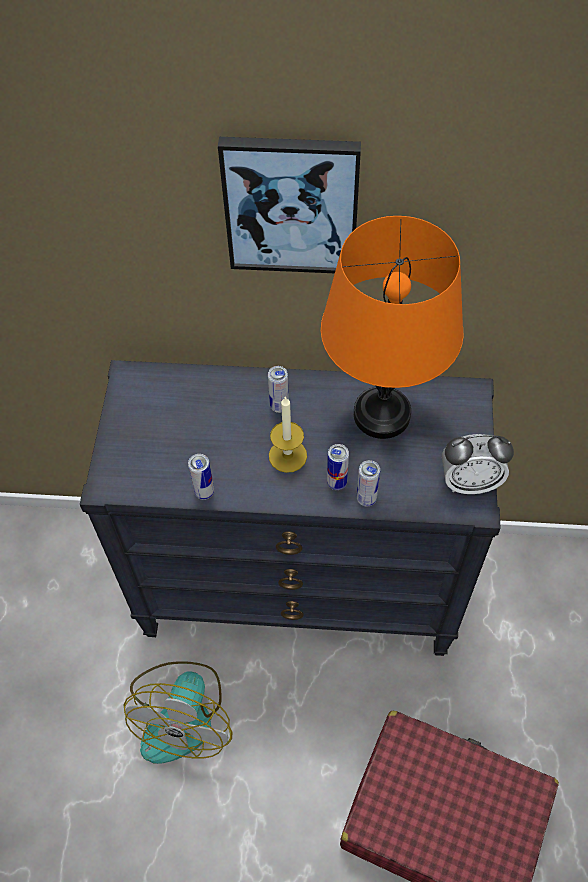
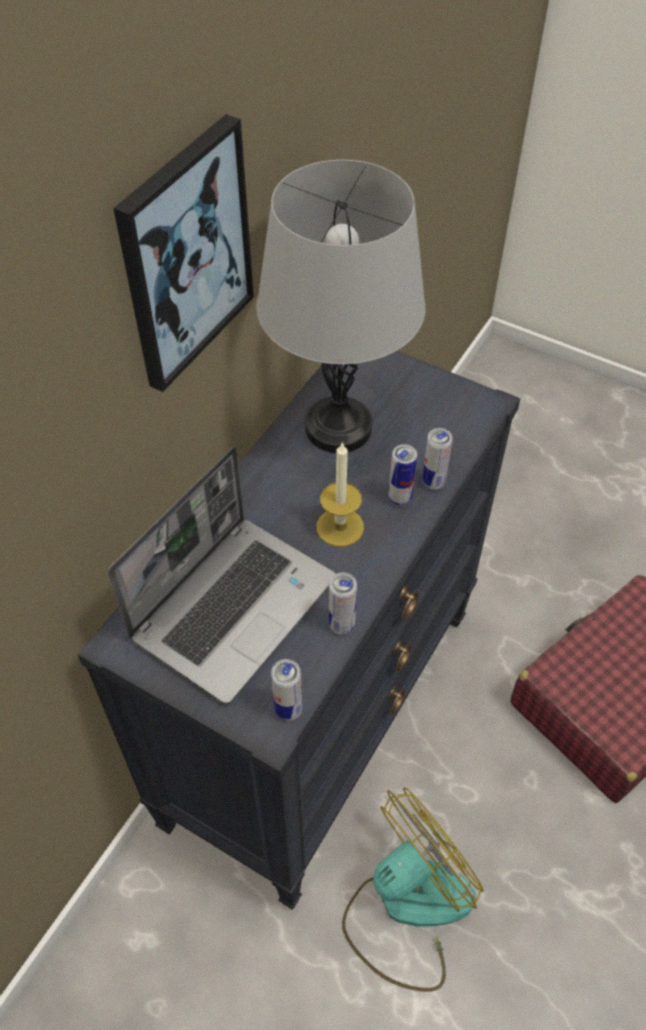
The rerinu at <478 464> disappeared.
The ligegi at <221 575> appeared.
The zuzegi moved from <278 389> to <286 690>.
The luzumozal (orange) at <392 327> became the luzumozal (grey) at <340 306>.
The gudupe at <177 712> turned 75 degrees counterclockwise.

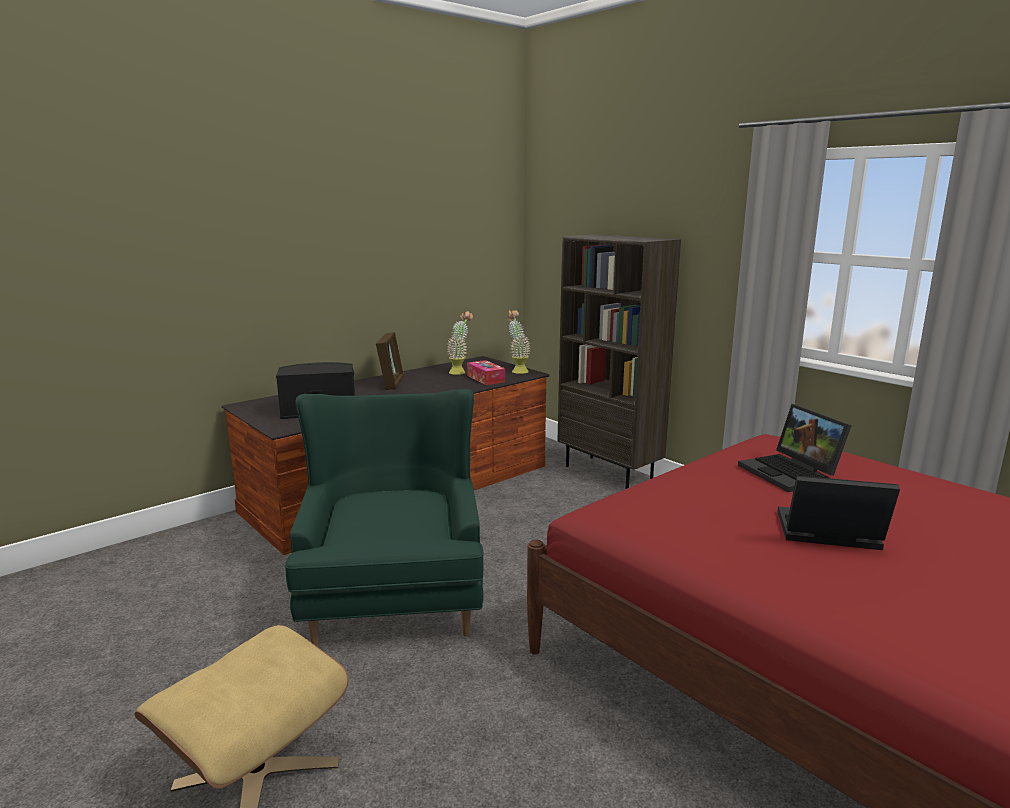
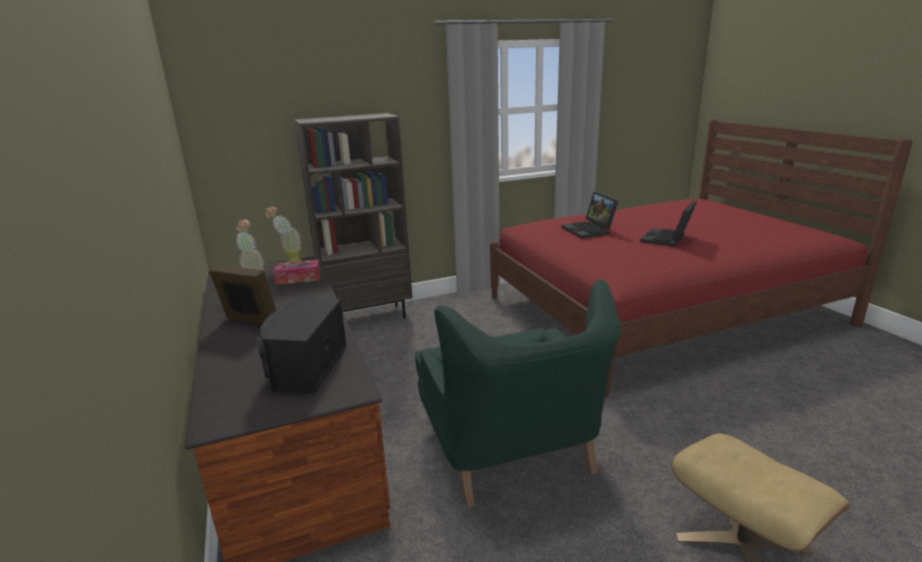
The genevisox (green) at <384 517> turned 120 degrees counterclockwise.
The ligegi at <795 448> turned 75 degrees clockwise.

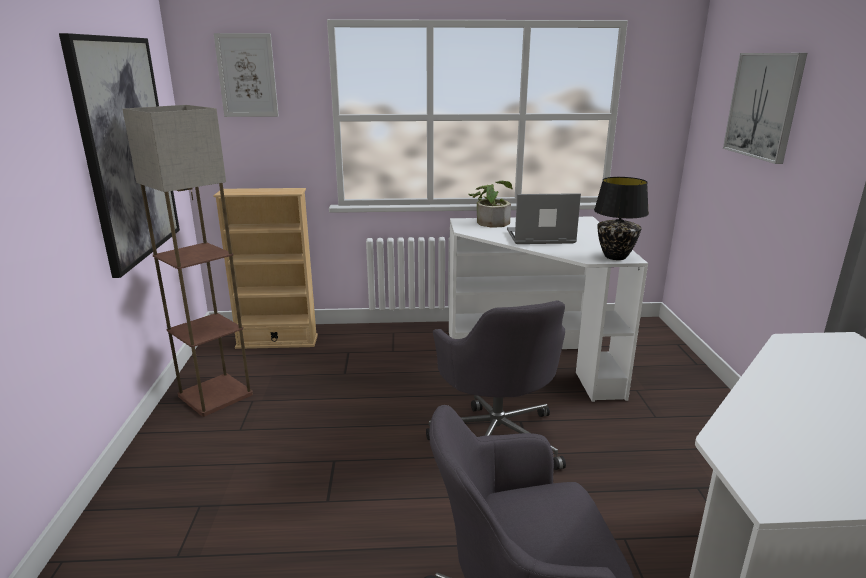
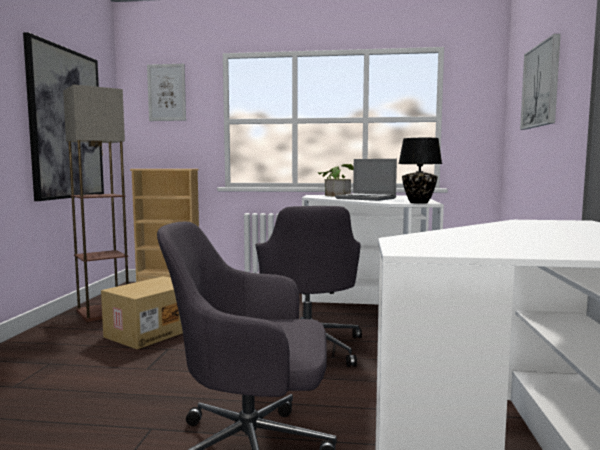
The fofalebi at <142 312> appeared.
The ligegi at <544 218> turned 150 degrees counterclockwise.

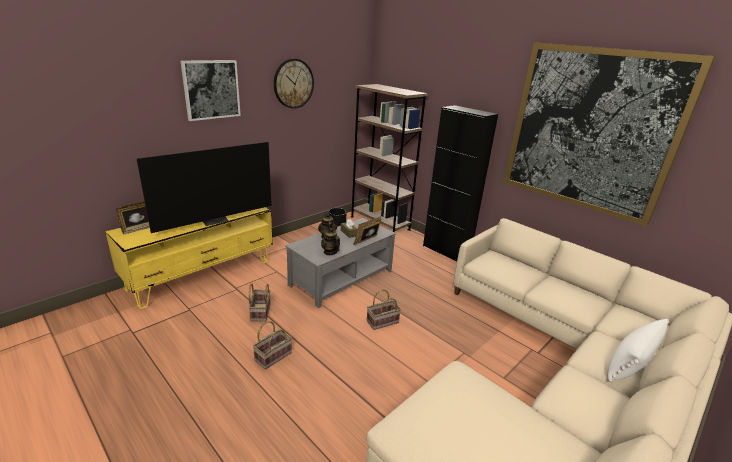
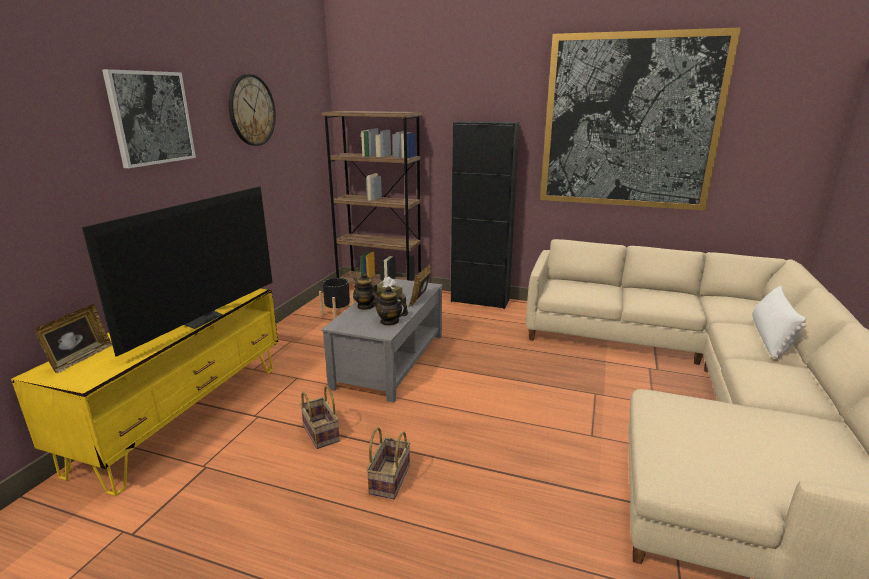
The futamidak at <384 310> disappeared.

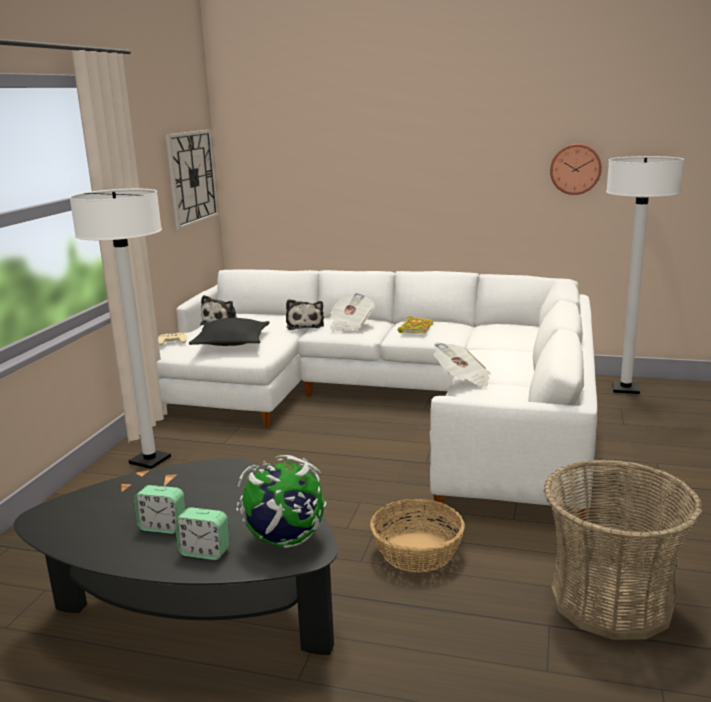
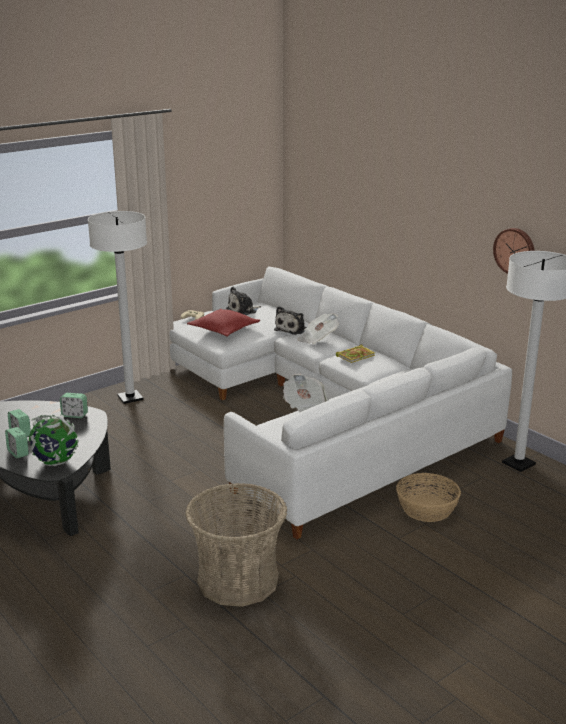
The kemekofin at <192 180> disappeared.
The rerinu at <74 405> appeared.
The futamidak moved from <417 535> to <428 497>.
The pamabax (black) at <229 332> became the pamabax (red) at <223 322>.

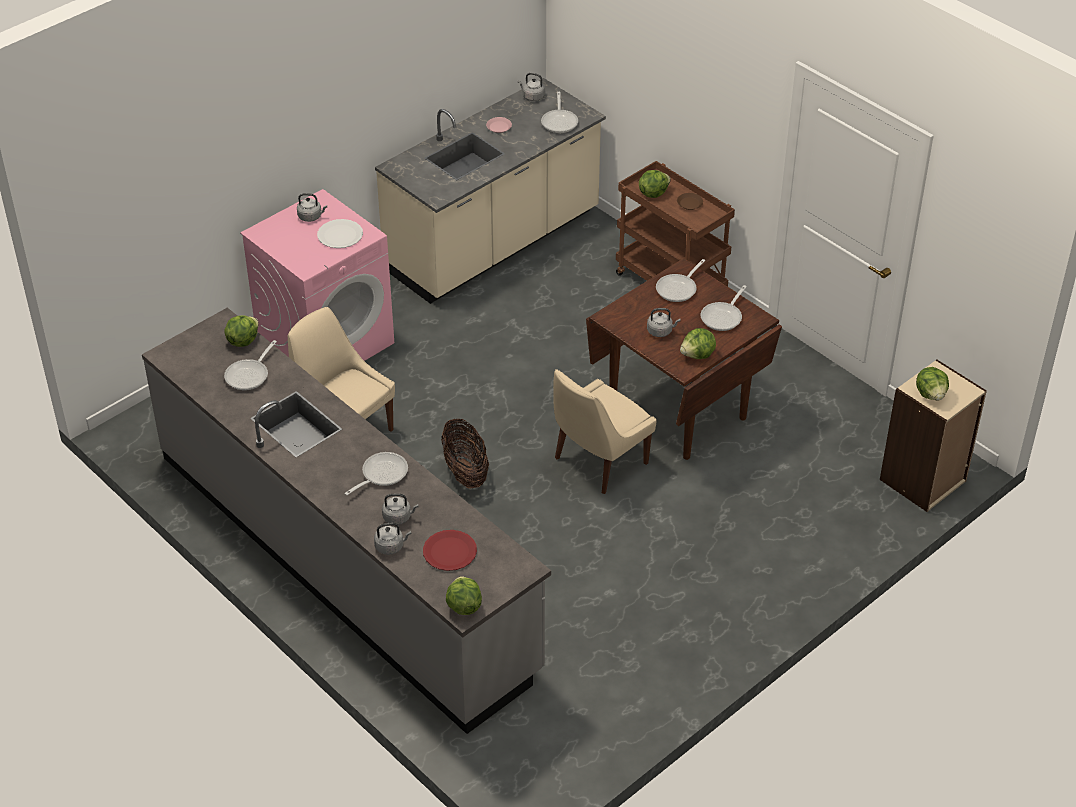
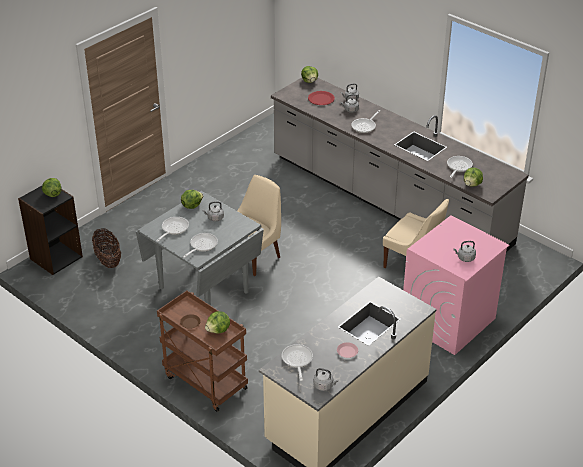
The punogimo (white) at <340 233> disappeared.
The futamidak moved from <465 453> to <106 248>.
The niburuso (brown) at <684 359> became the niburuso (grey) at <200 248>.
The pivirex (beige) at <933 435> became the pivirex (black) at <50 230>.

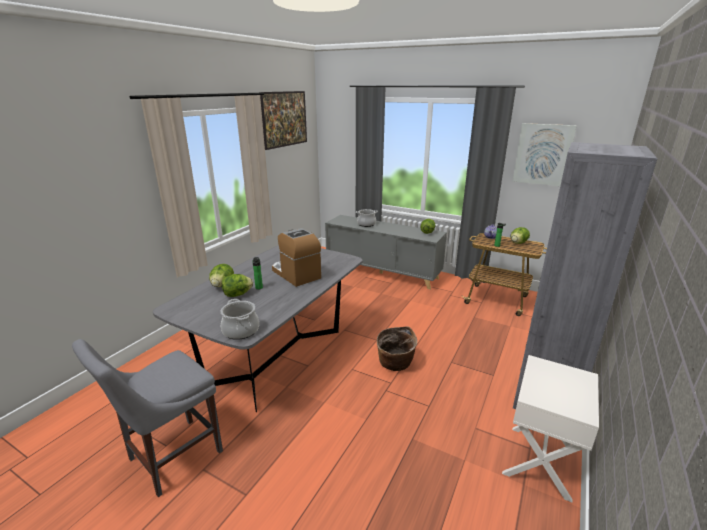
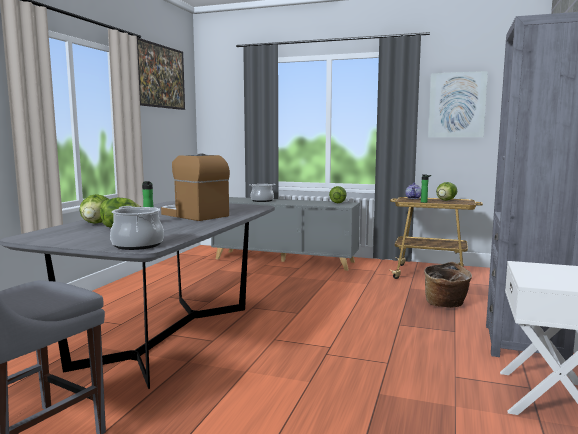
The futamidak moved from <397 348> to <448 285>.

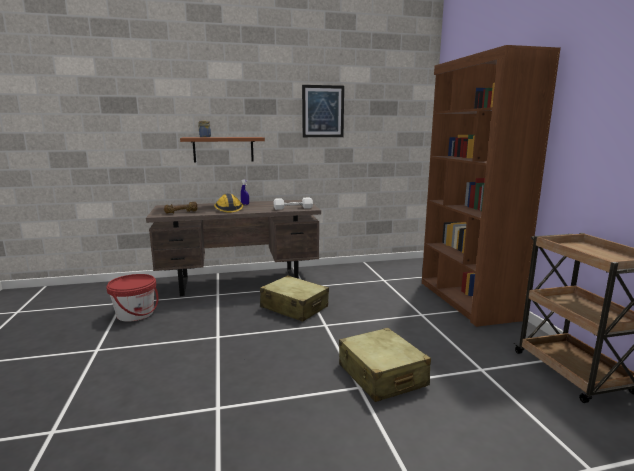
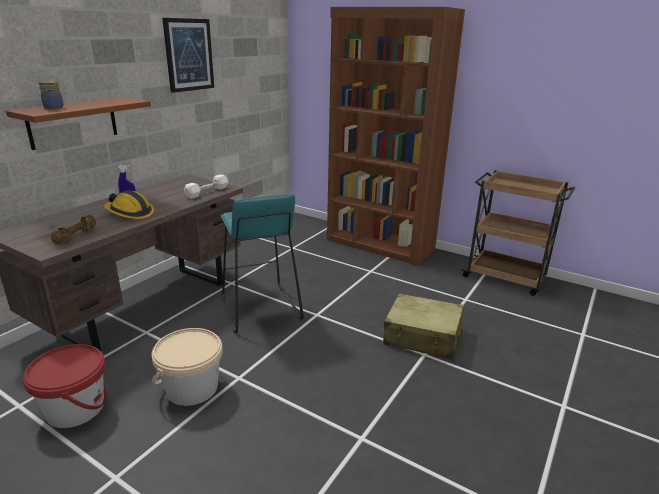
The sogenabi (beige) at <187 367> appeared.
The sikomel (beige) at <294 298> was replaced by the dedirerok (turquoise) at <262 263>.

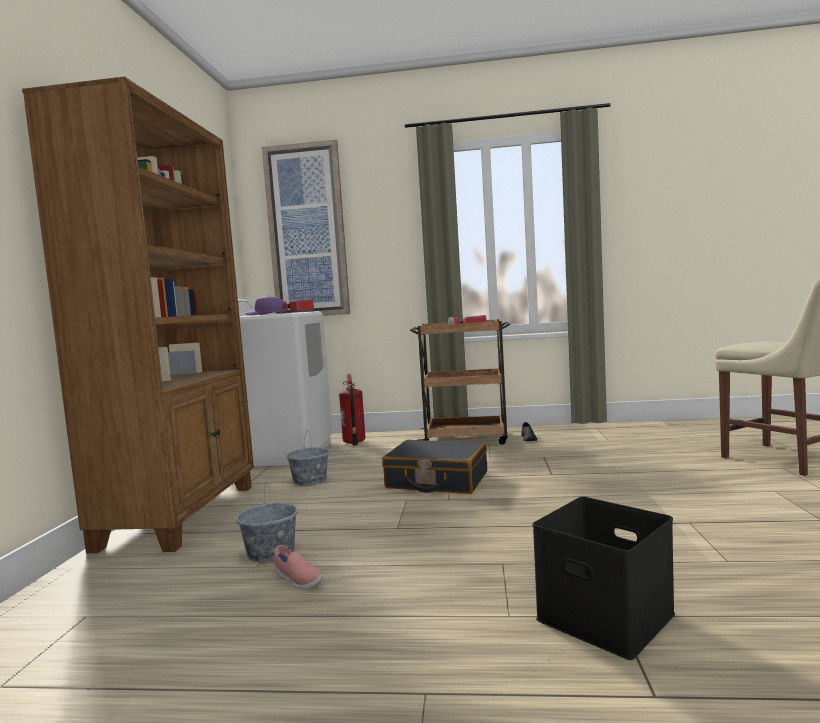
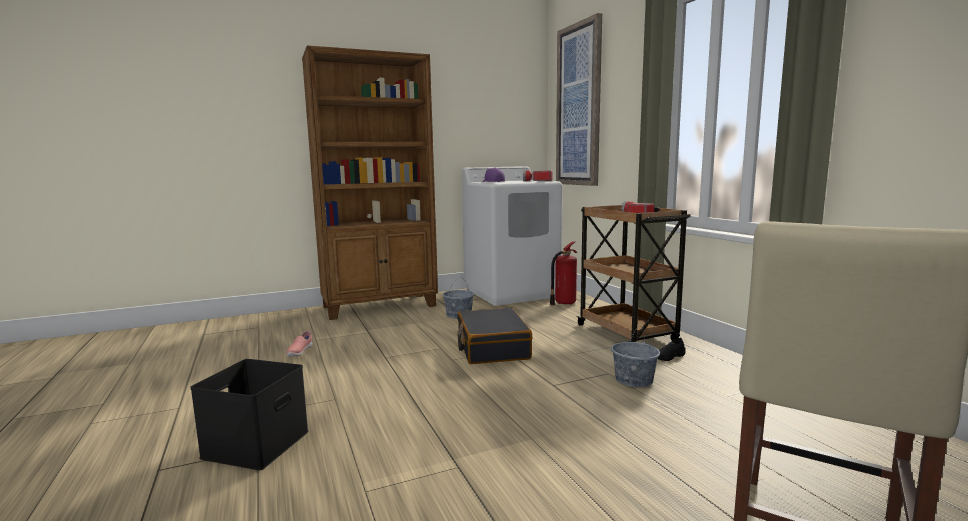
The sogenabi (grey) moved from <267 522> to <635 357>.

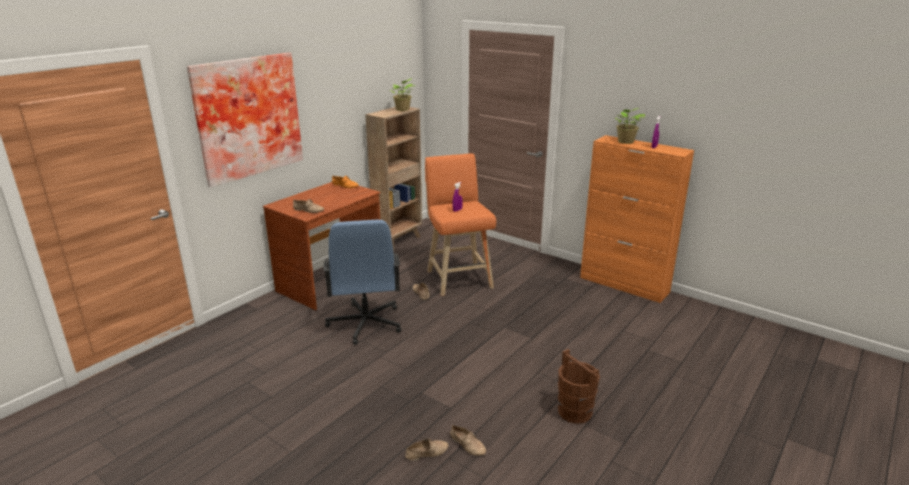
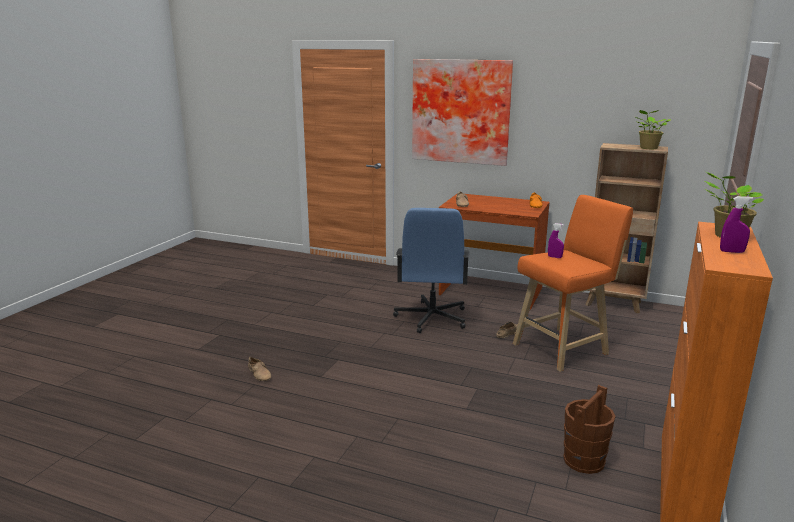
The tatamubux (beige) at <468 440> disappeared.
The sogenabi (brown) moved from <579 386> to <589 429>.
The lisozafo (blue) at <362 282> turned 60 degrees counterclockwise.

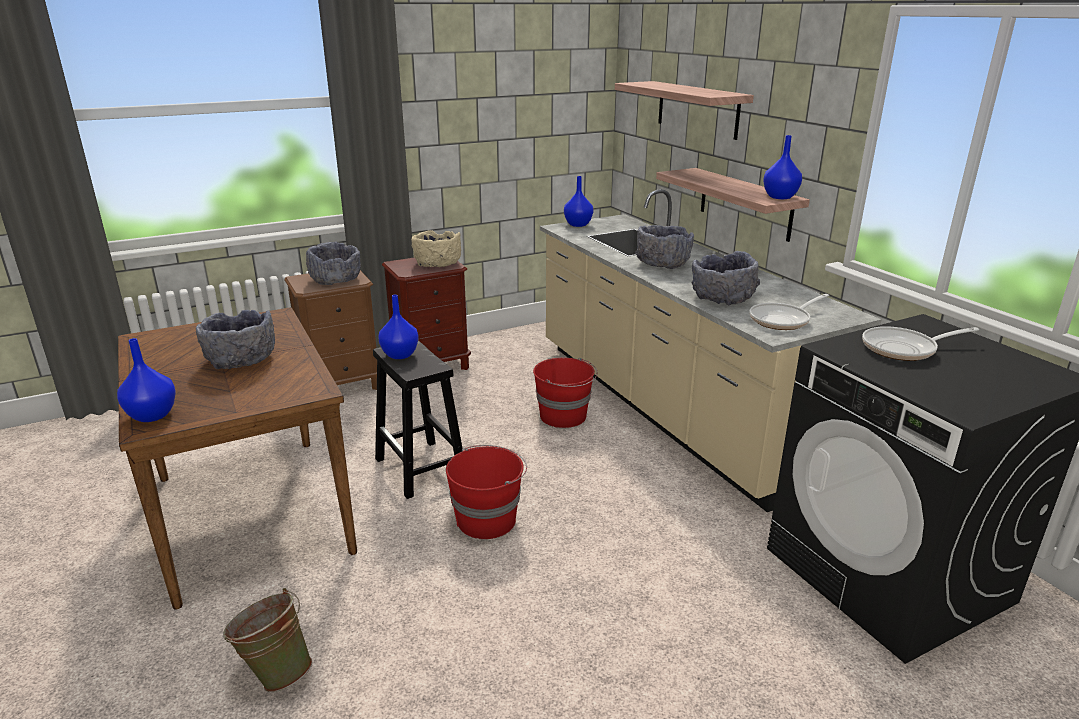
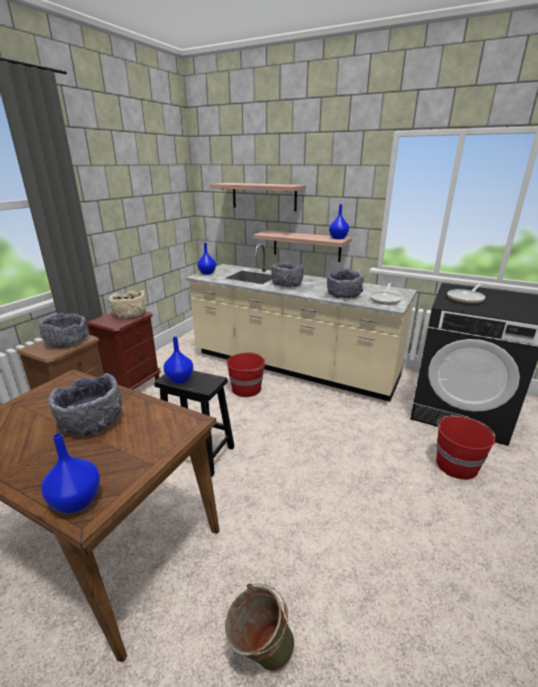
The sogenabi (red) moved from <486 492> to <465 448>.

